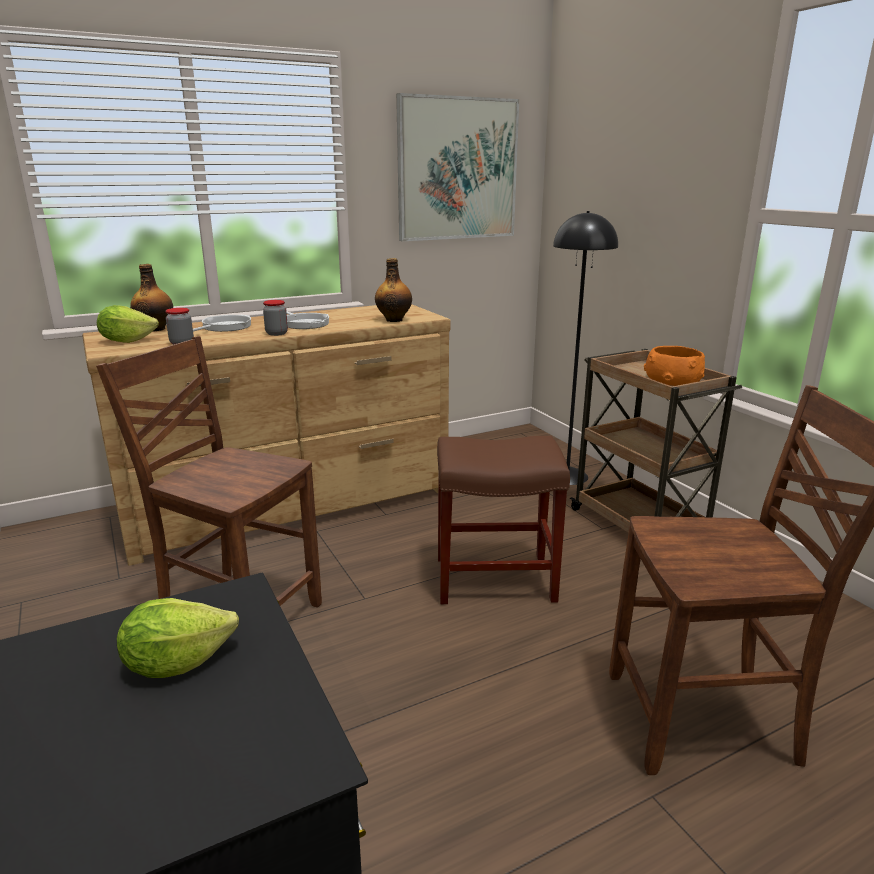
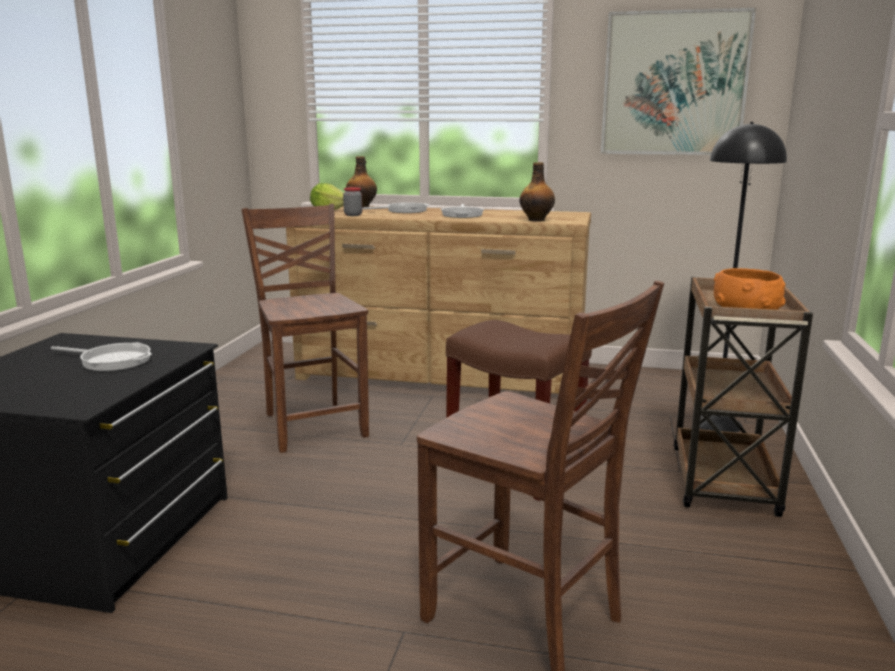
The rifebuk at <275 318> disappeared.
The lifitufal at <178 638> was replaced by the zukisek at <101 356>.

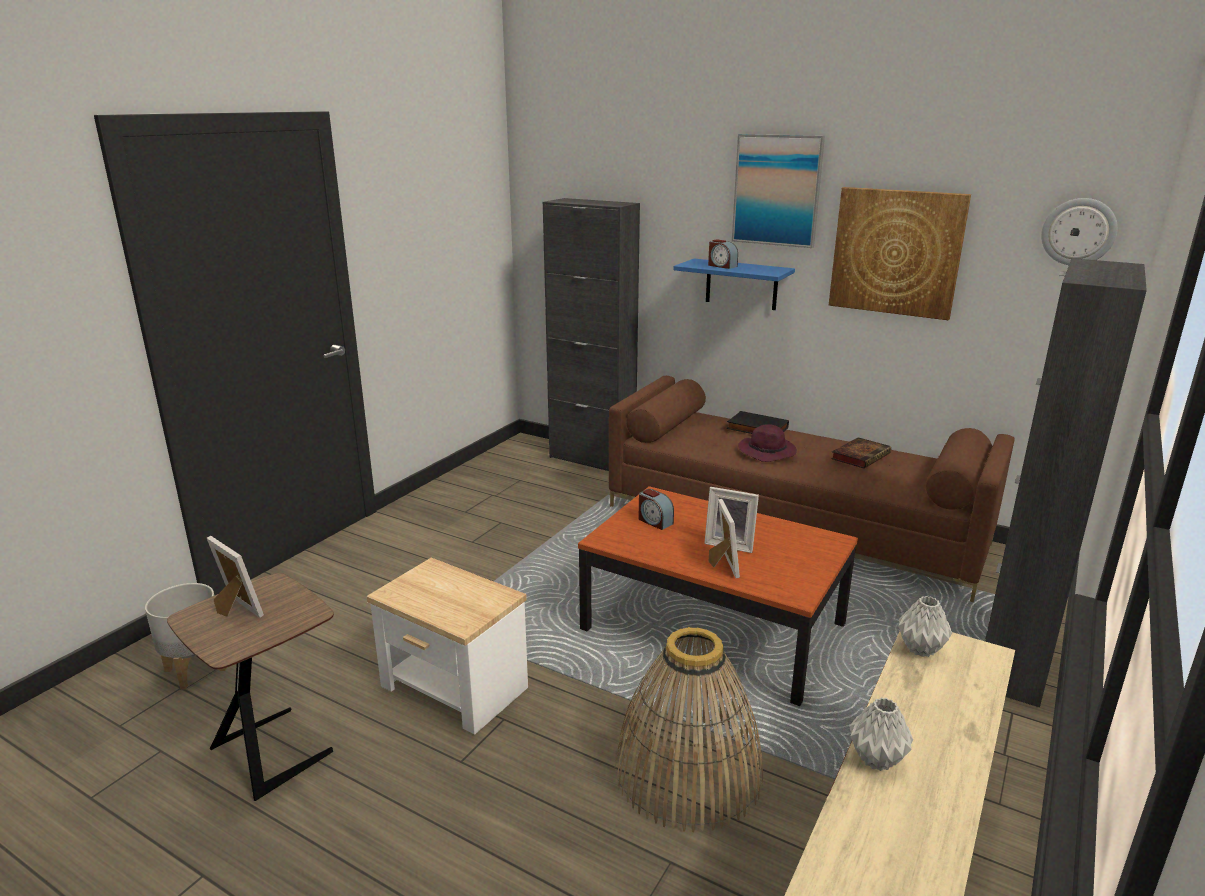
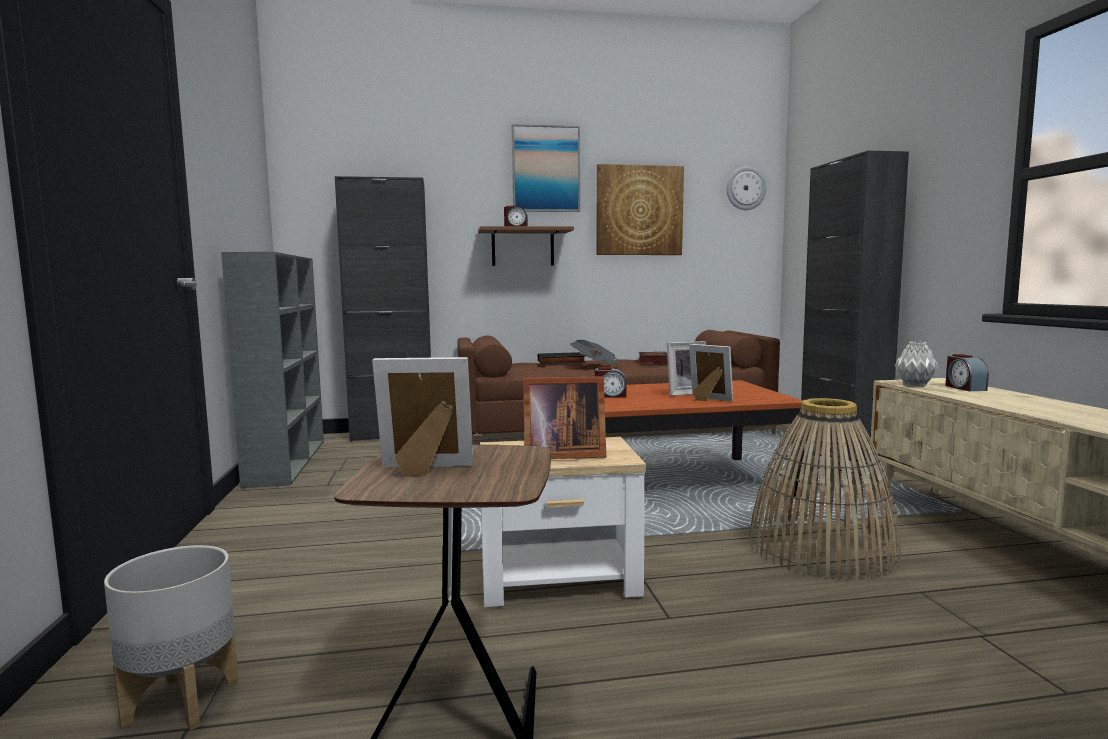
The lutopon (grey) at <881 734> disappeared.
The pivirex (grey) at <272 370> appeared.
The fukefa at <564 417> appeared.
The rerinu at <967 372> appeared.
The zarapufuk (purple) at <767 443> was replaced by the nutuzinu at <595 352>.
The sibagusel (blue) at <734 284> became the sibagusel (brown) at <526 246>.

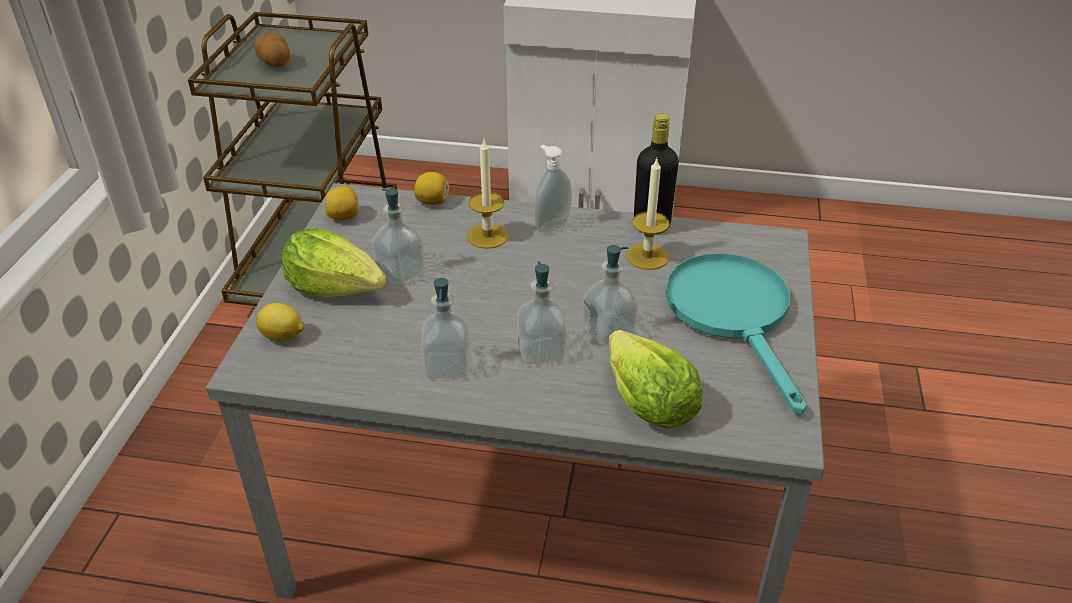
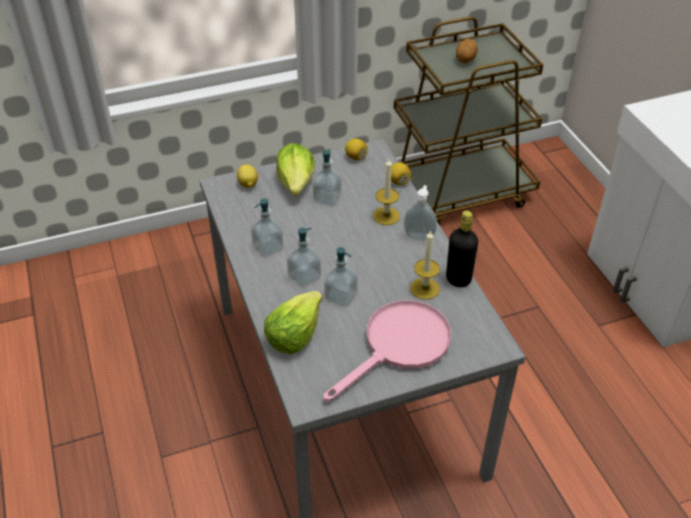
The zukisek (turquoise) at <736 334> became the zukisek (pink) at <387 351>.

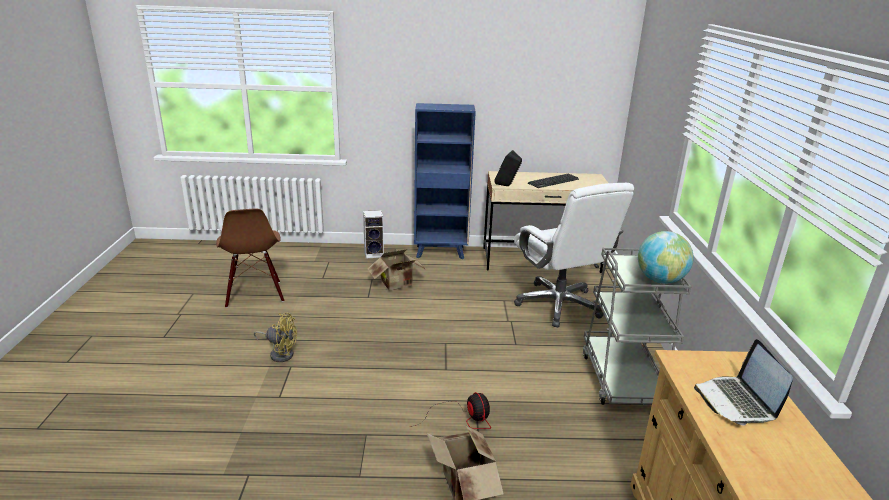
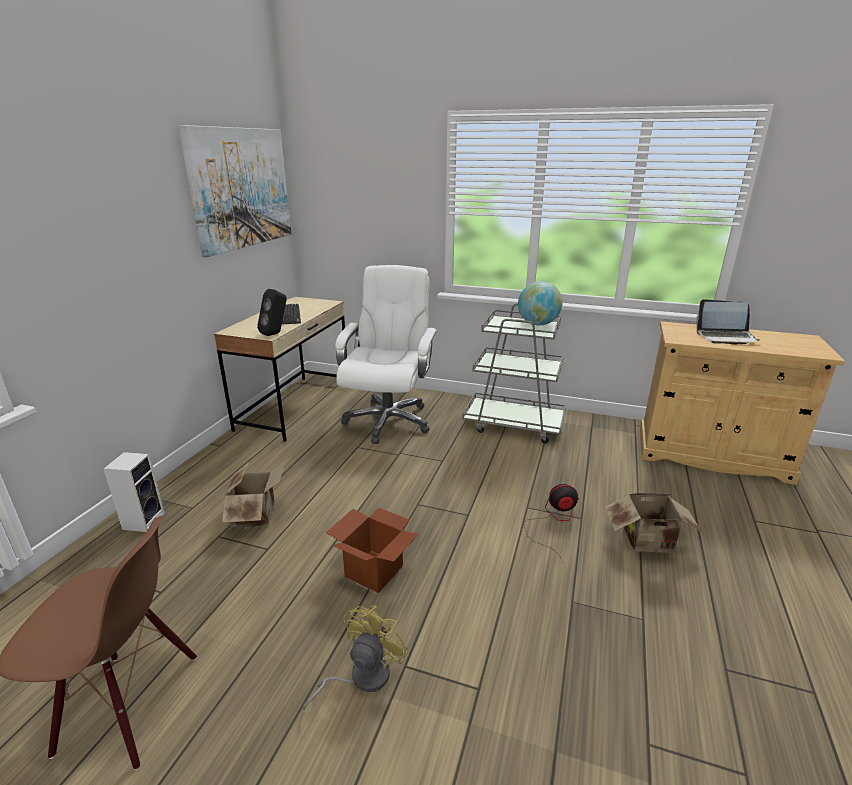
The pivirex (blue) at <445 181> disappeared.
The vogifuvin at <235 191> appeared.
The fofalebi at <372 550> appeared.
The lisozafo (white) at <574 255> turned 75 degrees counterclockwise.

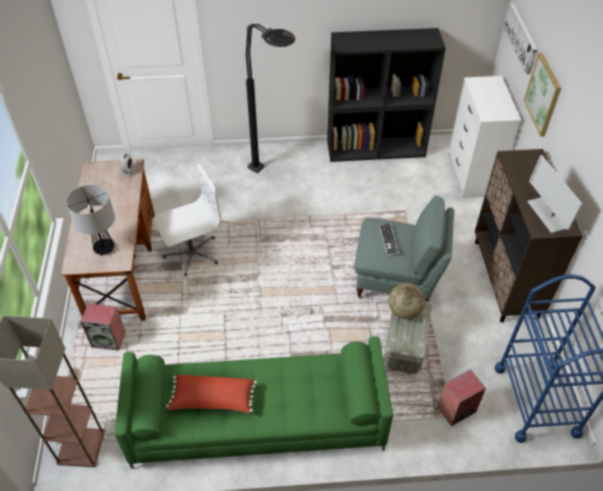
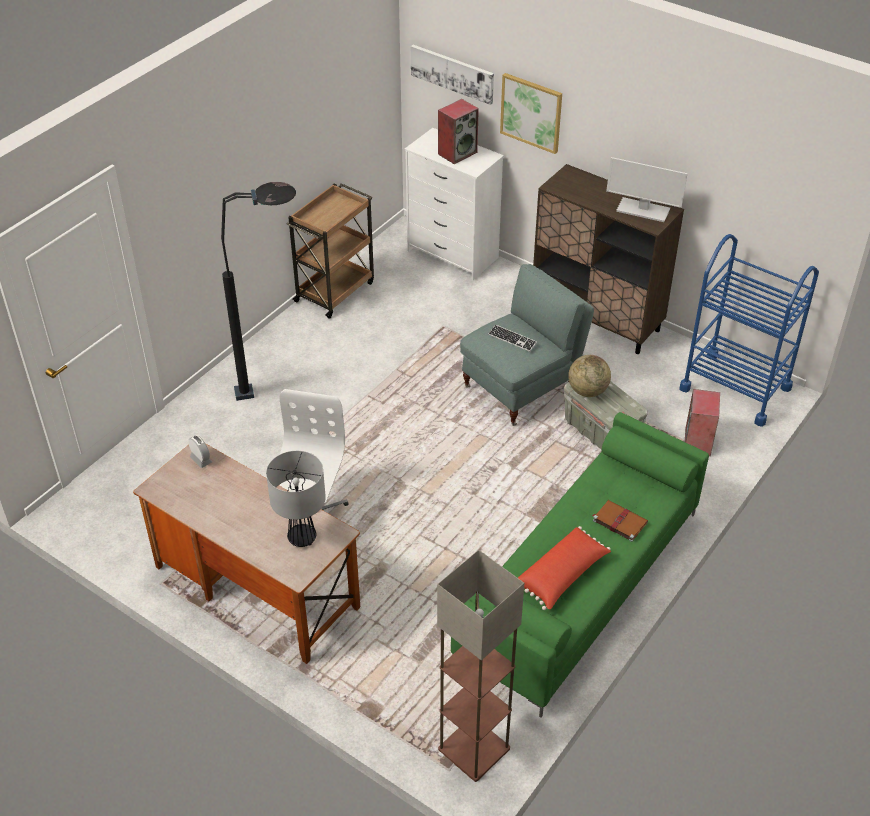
The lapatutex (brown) at <620 521> appeared.
The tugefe moved from <103 327> to <458 131>.
The pivirex (black) at <386 95> was replaced by the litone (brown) at <330 251>.

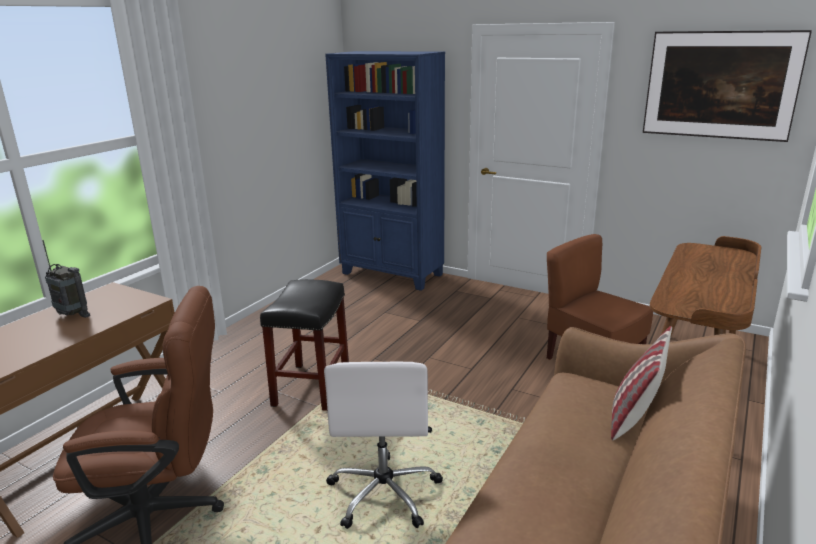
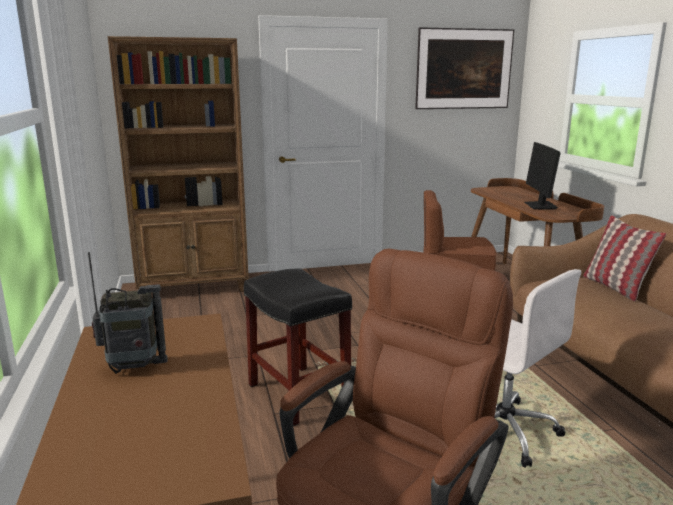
The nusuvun at <542 176> appeared.
The pivirex (blue) at <385 171> became the pivirex (brown) at <178 164>.

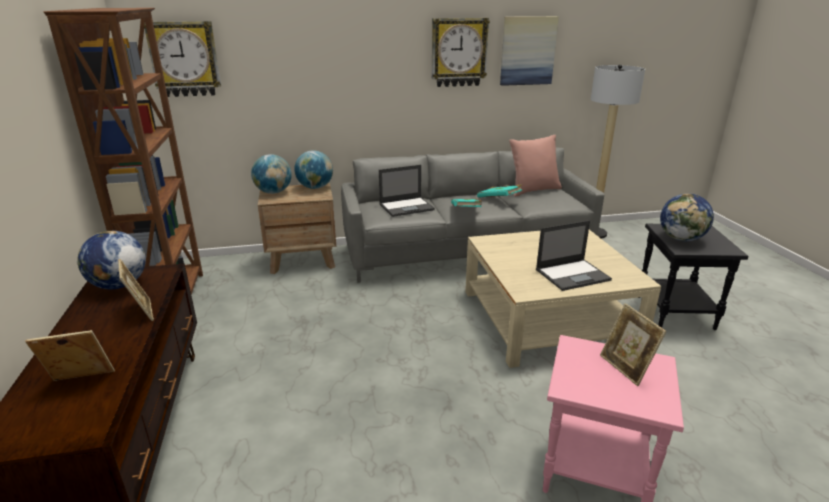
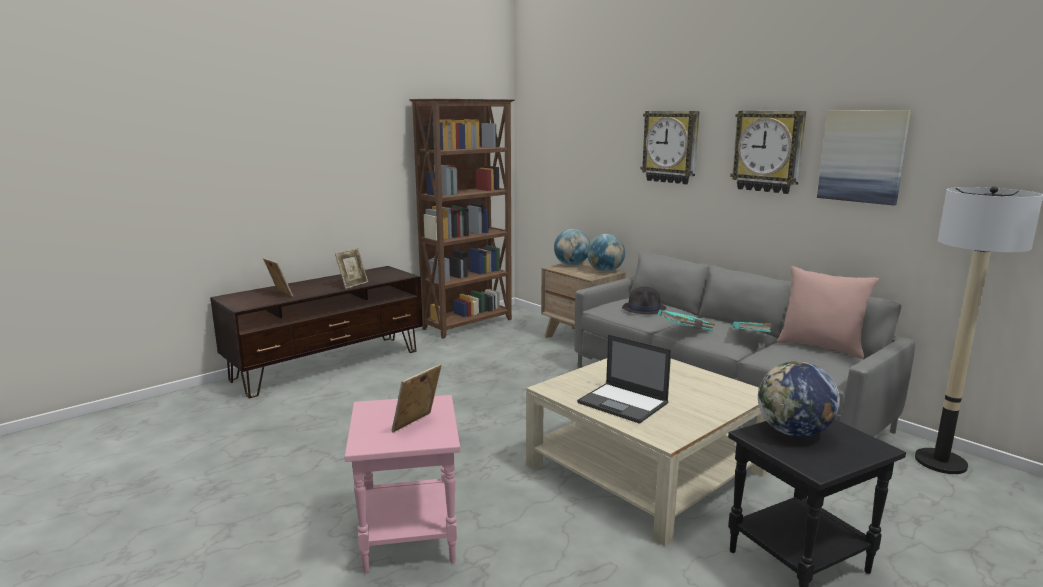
The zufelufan at <111 260> disappeared.
The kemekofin moved from <182 59> to <670 147>.
The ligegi at <407 191> was replaced by the zarapufuk (black) at <644 300>.

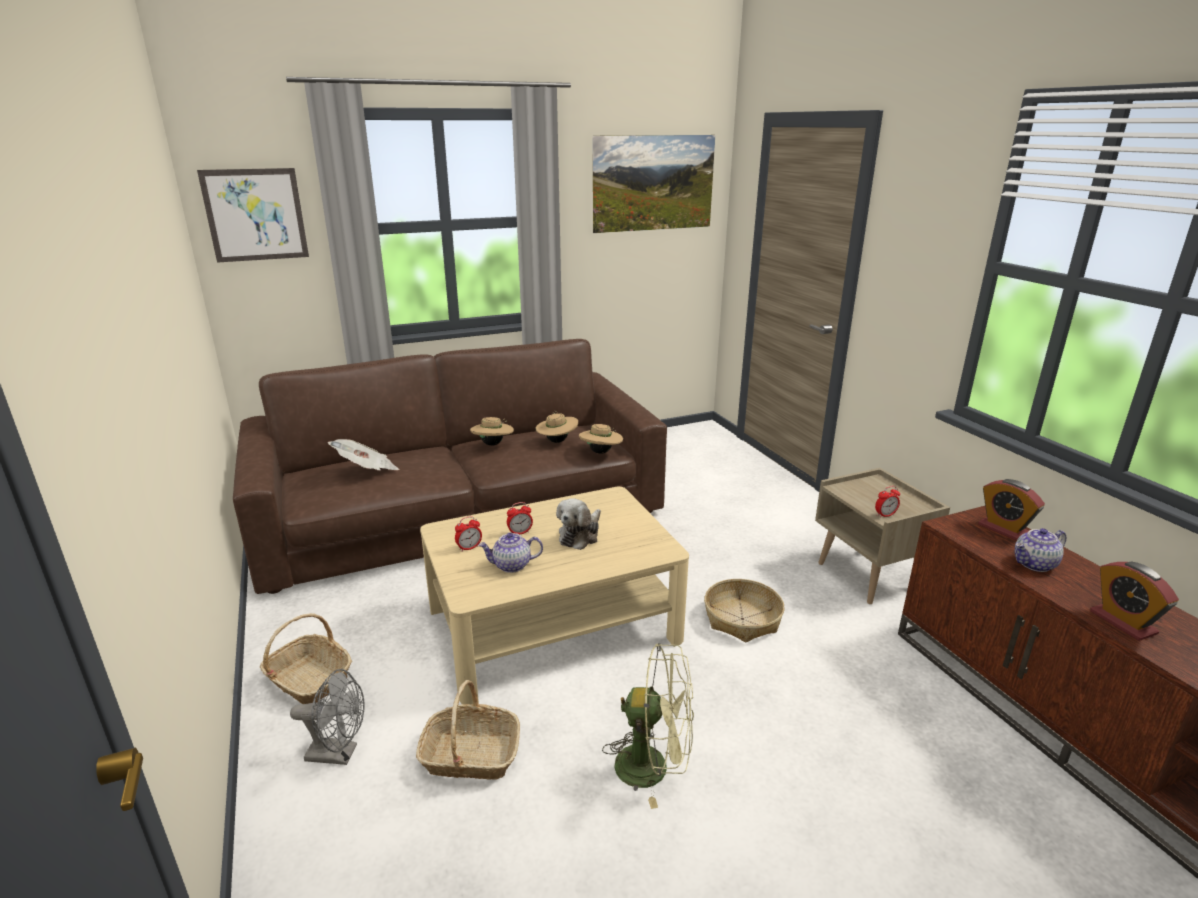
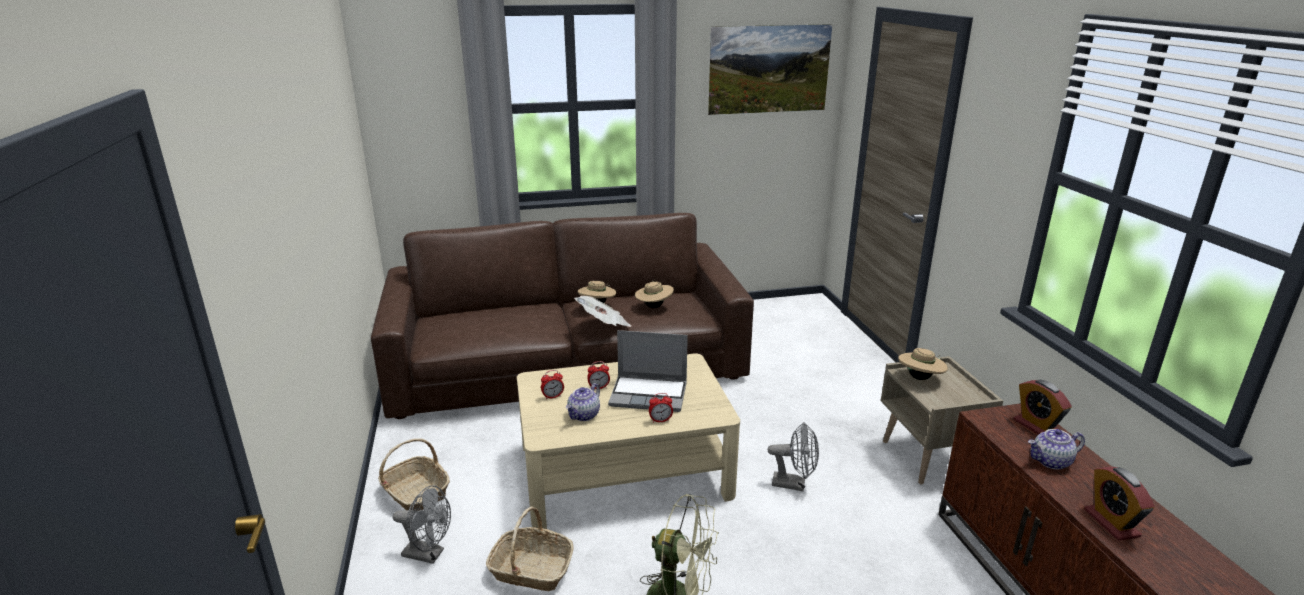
The vogifuvin at <253 215> disappeared.
The nutuzinu moved from <363 455> to <602 311>.
The zarapufuk (beige) moved from <601 439> to <923 364>.
The rerinu moved from <887 502> to <661 408>.
The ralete at <578 524> was replaced by the ligegi at <648 371>.
The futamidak at <744 610> was replaced by the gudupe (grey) at <793 456>.
The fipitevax at <510 553> turned 60 degrees counterclockwise.

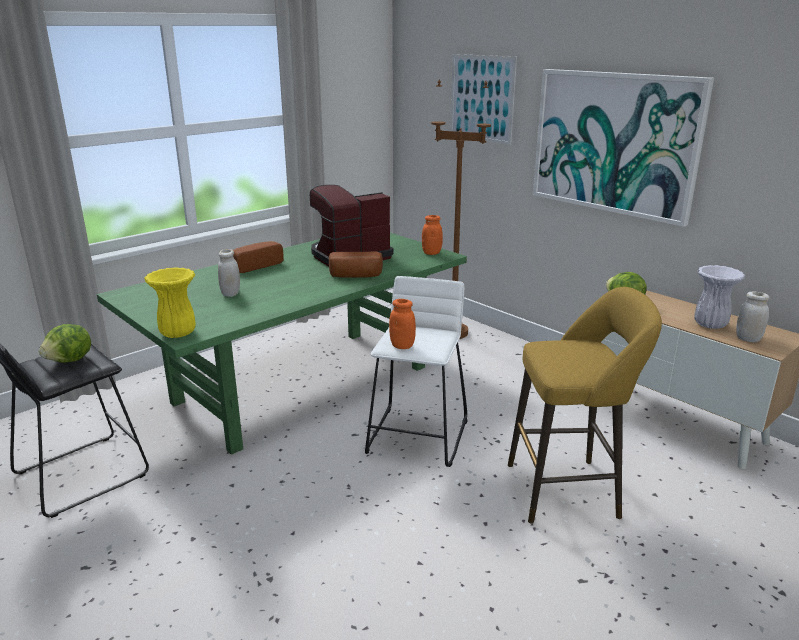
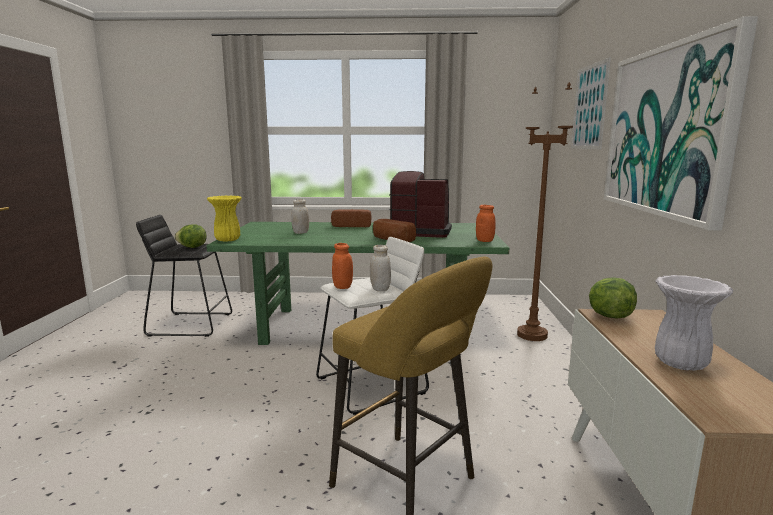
The rifebuk (white) moved from <752 317> to <380 268>.

